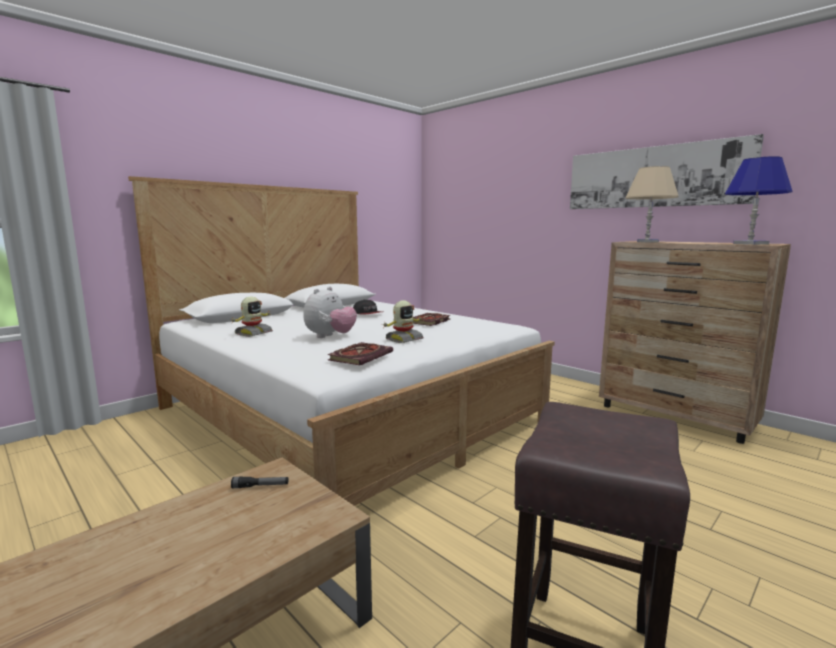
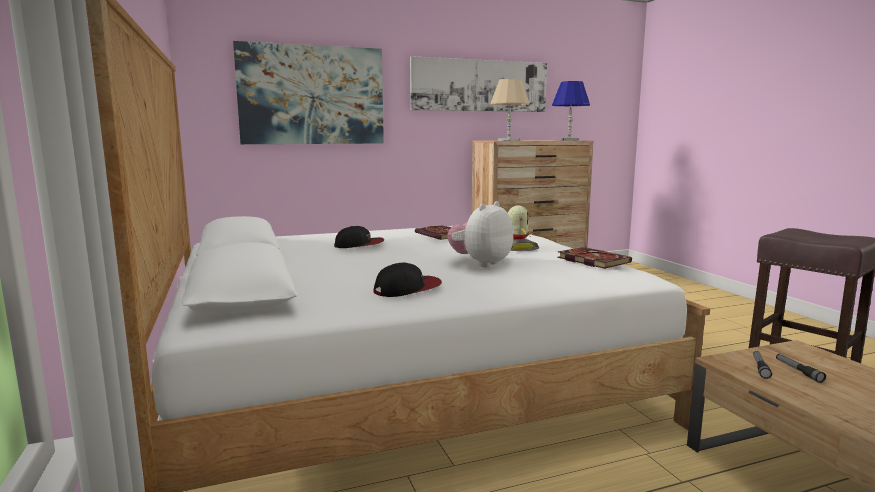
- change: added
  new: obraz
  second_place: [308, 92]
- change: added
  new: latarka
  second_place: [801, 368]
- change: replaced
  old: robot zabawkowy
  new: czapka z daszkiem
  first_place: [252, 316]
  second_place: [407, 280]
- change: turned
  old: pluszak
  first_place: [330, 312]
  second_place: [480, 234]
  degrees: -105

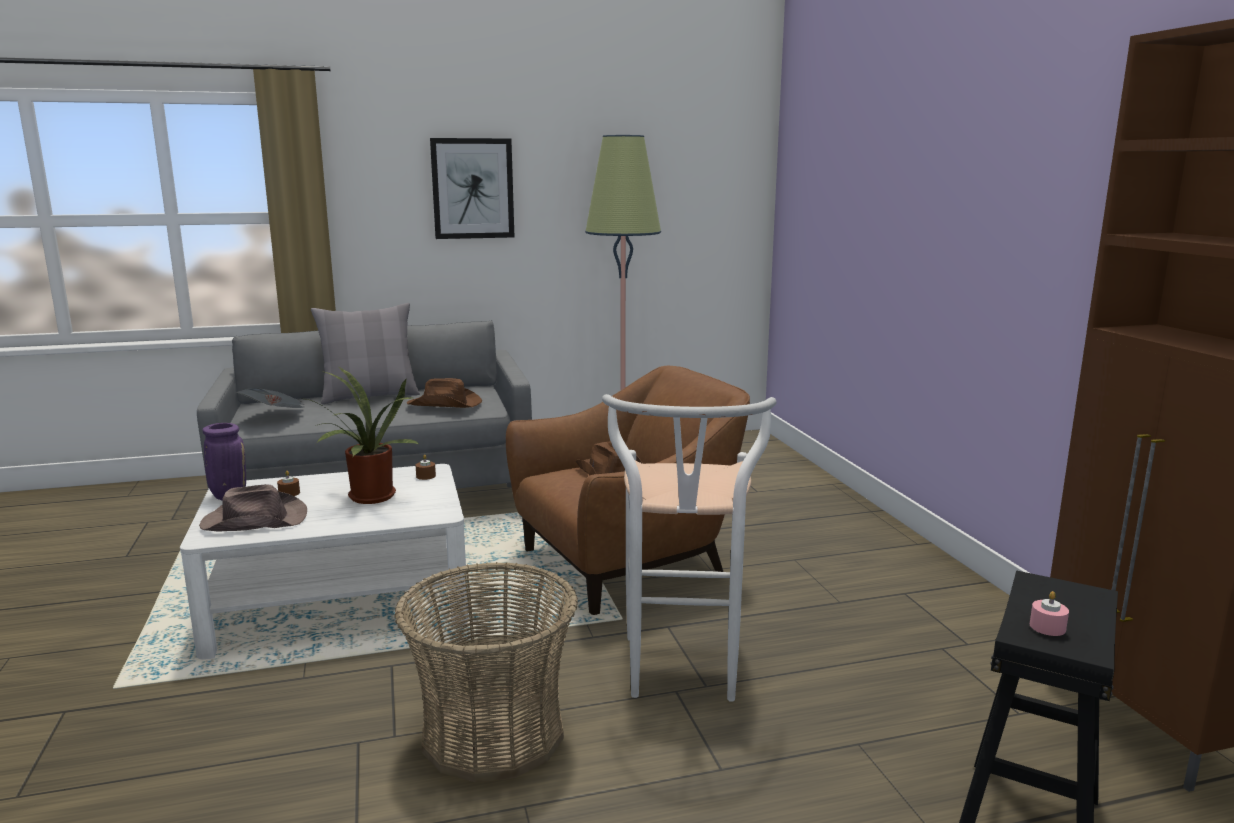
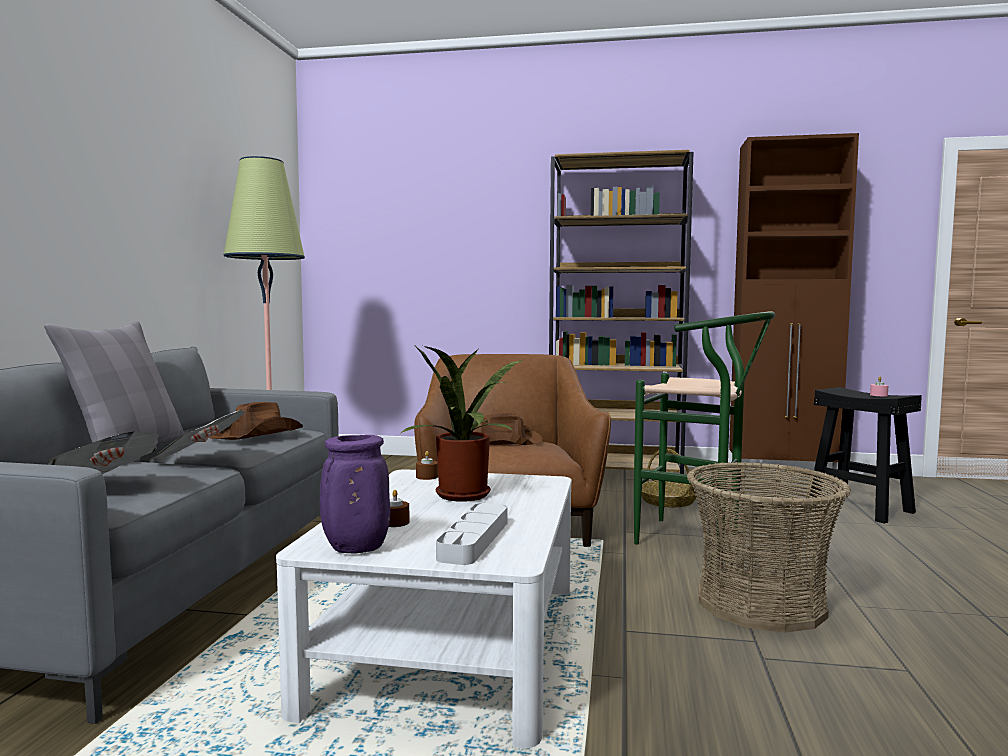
- change: removed
  old: obraz
  first_place: [472, 188]
- change: added
  new: gazeta
  second_place: [198, 434]
- change: added
  new: regał [brązowy]
  second_place: [621, 312]
- change: added
  new: koszyk
  second_place: [669, 478]
- change: replaced
  old: kapelusz [brązowy]
  new: taca [szary]
  first_place: [253, 508]
  second_place: [471, 534]
- change: recoloured
  old: stołek [biały]
  new: stołek [zielony]
  first_place: [689, 548]
  second_place: [704, 433]

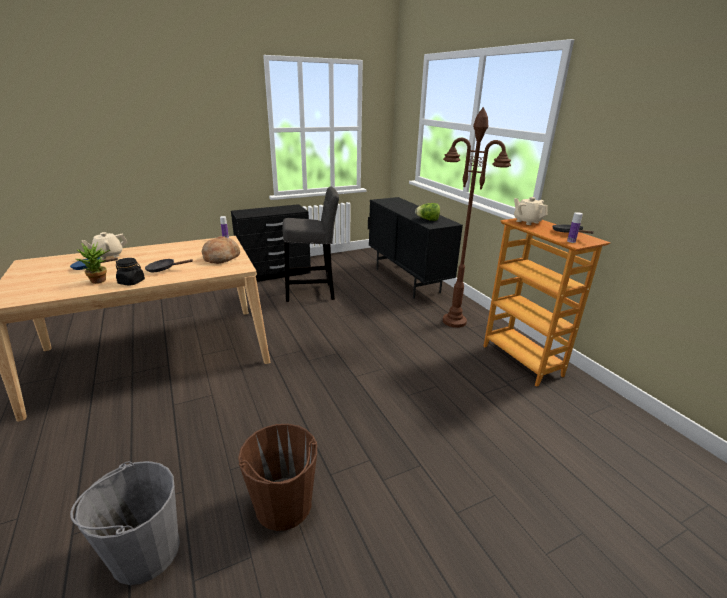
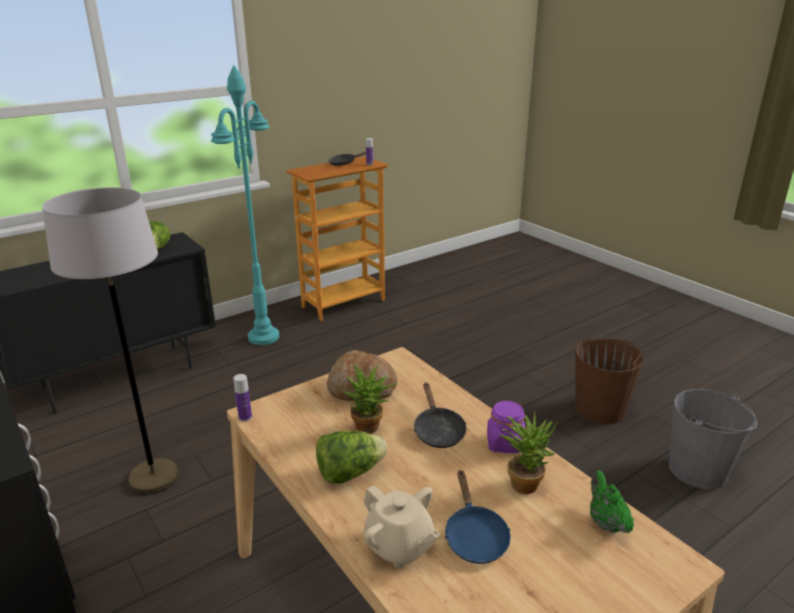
- change: removed
  old: imbryk [beżowy]
  first_place: [531, 211]
- change: added
  new: sałata
  second_place: [351, 457]
- change: added
  new: roślina doniczkowa
  second_place: [369, 398]
- change: added
  new: imbryk [zielony]
  second_place: [612, 501]
- change: replaced
  old: stołek [szary]
  new: lampa stojąca [szary]
  first_place: [310, 244]
  second_place: [110, 341]
- change: recoloured
  old: słoik [czarny]
  new: słoik [fioletowy]
  first_place: [130, 272]
  second_place: [506, 426]
- change: recoloured
  old: lampa stojąca [brązowy]
  new: lampa stojąca [turkusowy]
  first_place: [477, 217]
  second_place: [245, 205]

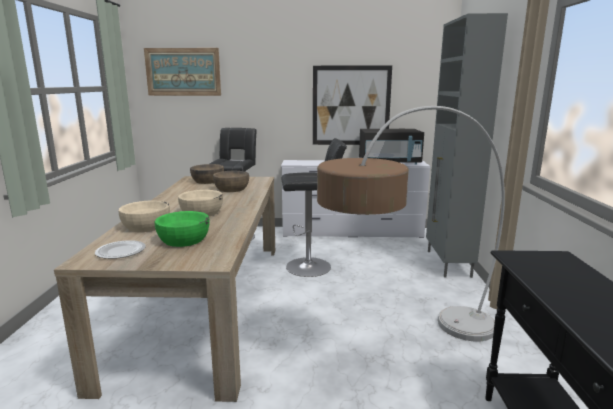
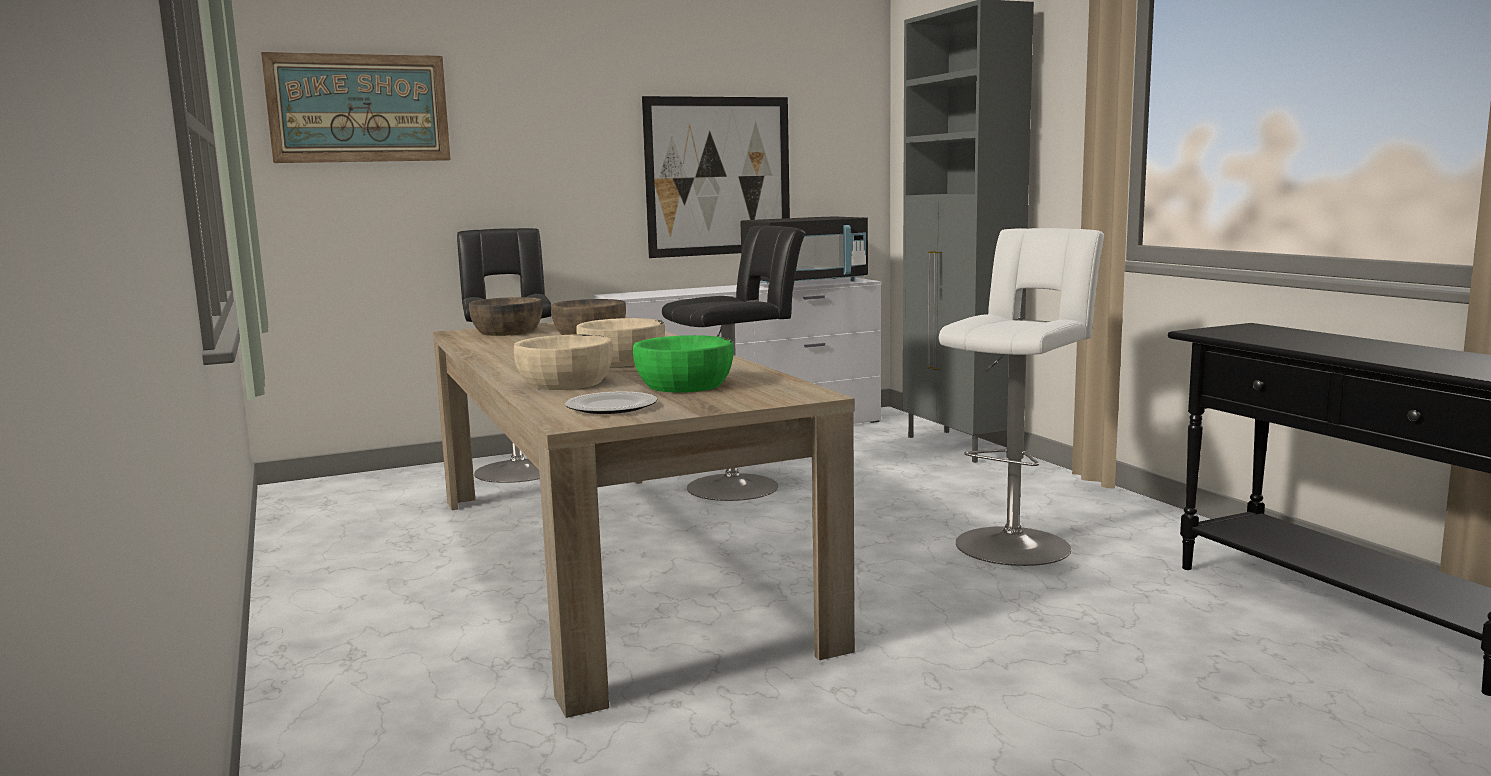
- change: replaced
  old: lampa stojąca
  new: stołek [biały]
  first_place: [411, 223]
  second_place: [1021, 397]

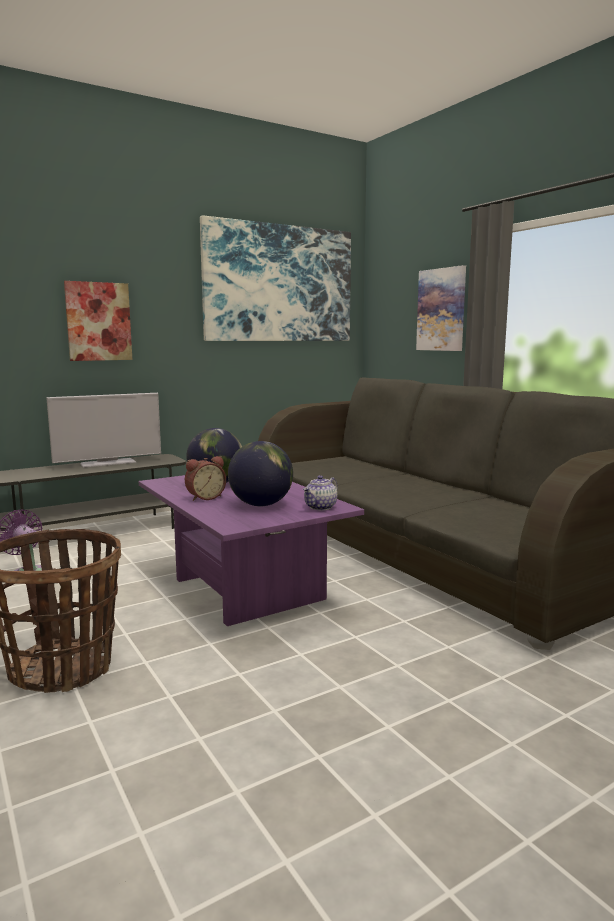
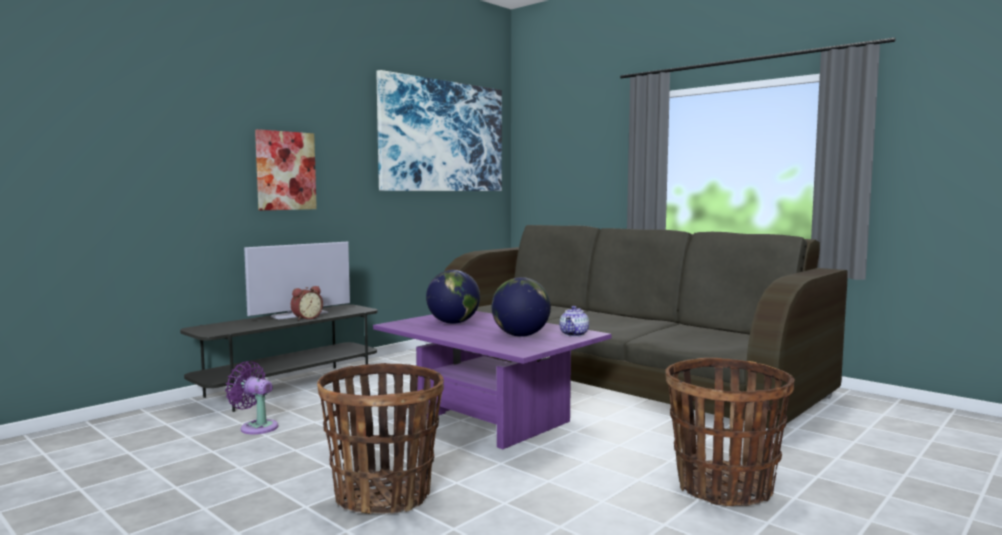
- change: removed
  old: obraz
  first_place: [441, 308]
- change: added
  new: koszyk
  second_place: [730, 432]
- change: moved
  old: budzik
  first_place: [205, 478]
  second_place: [307, 303]

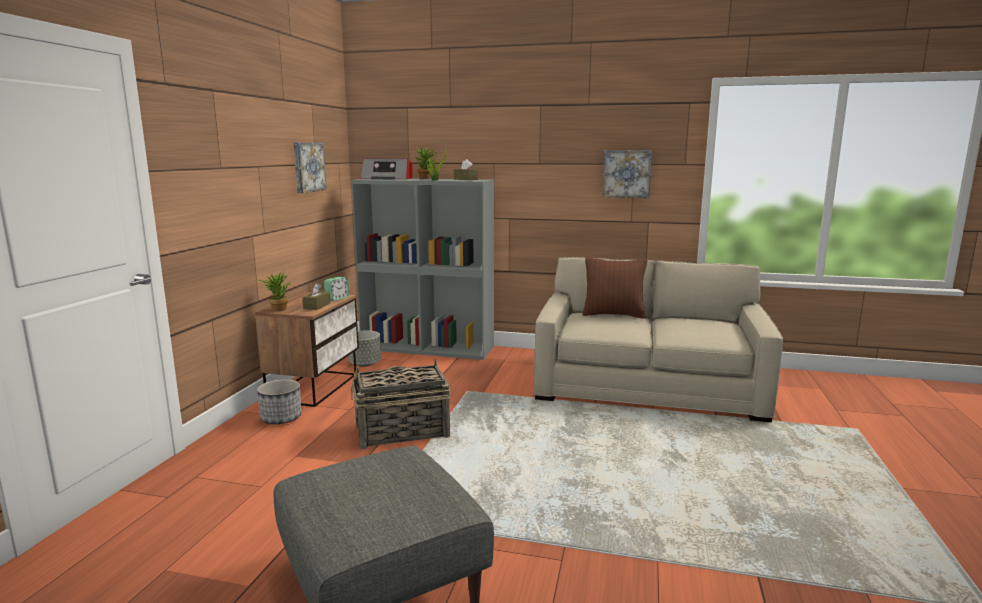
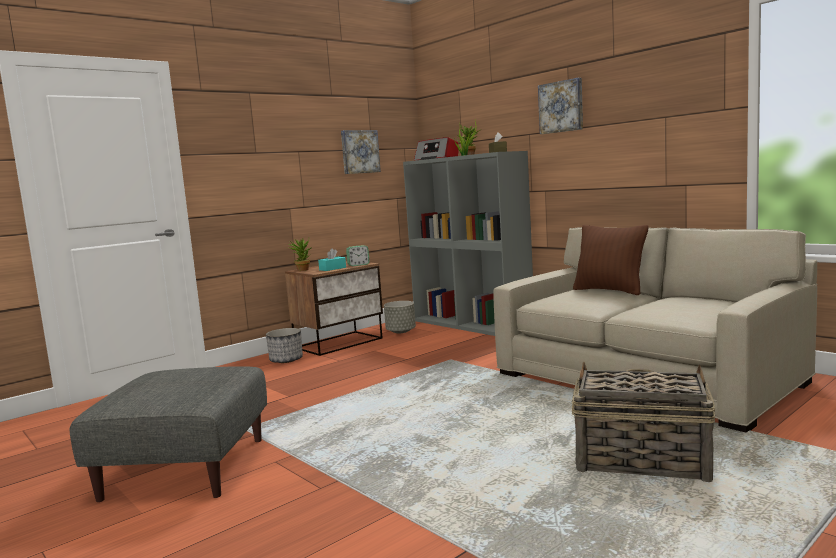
- change: moved
  old: koszyk
  first_place: [401, 404]
  second_place: [643, 422]
- change: moved
  old: obraz
  first_place: [627, 174]
  second_place: [560, 106]
- change: recoloured
  old: pudełko chusteczek [brązowy]
  new: pudełko chusteczek [turkusowy]
  first_place: [316, 296]
  second_place: [332, 259]

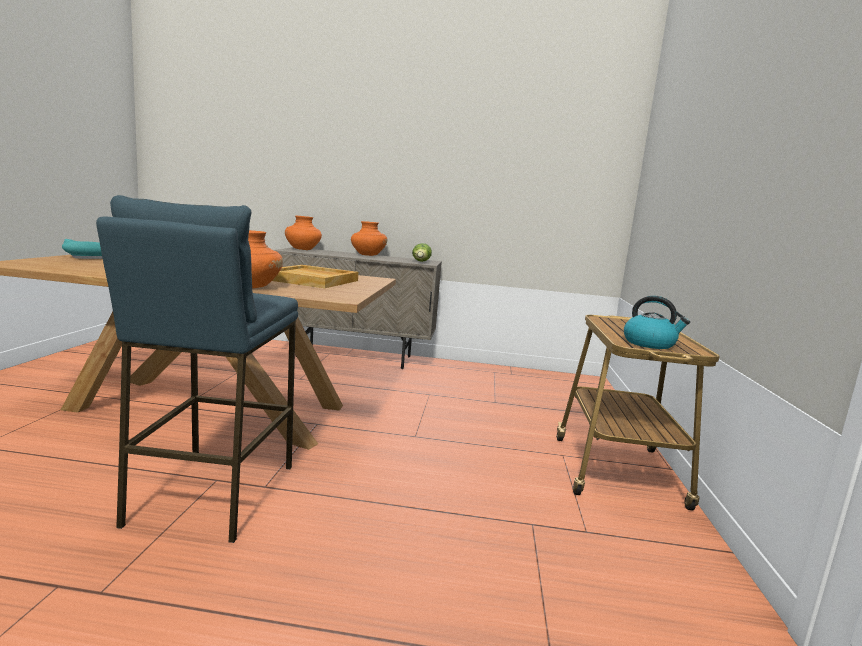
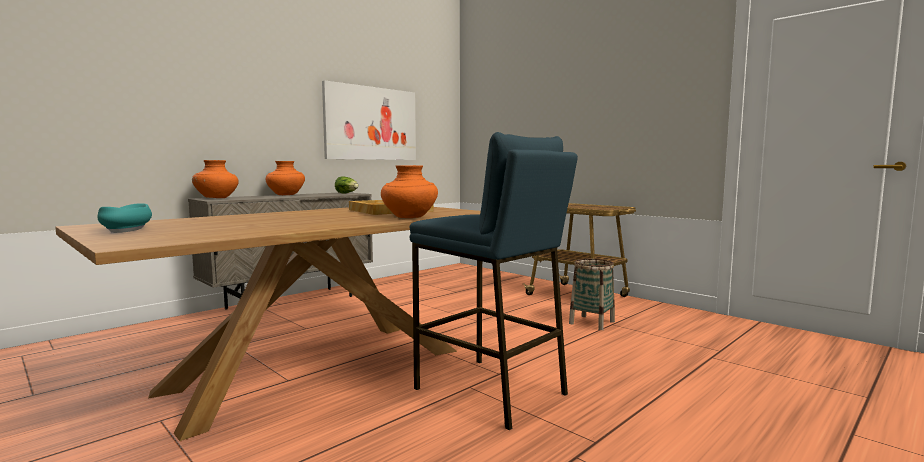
- change: removed
  old: czajnik
  first_place: [657, 322]
- change: added
  new: obraz
  second_place: [369, 120]
- change: added
  new: koszyk
  second_place: [592, 294]

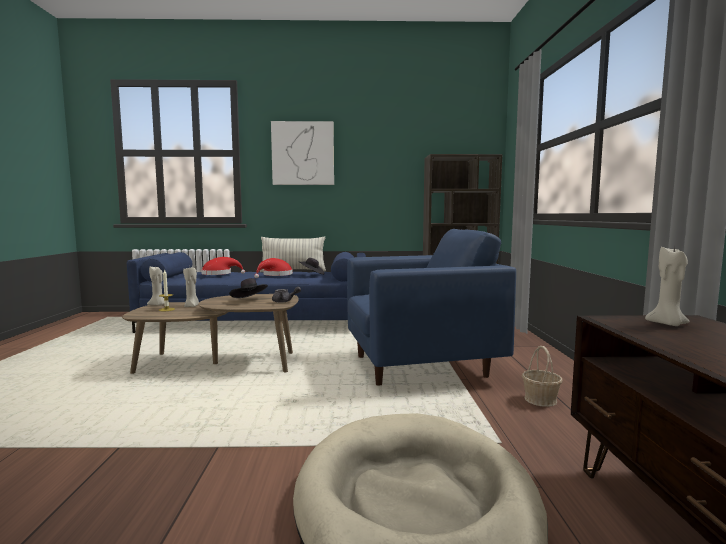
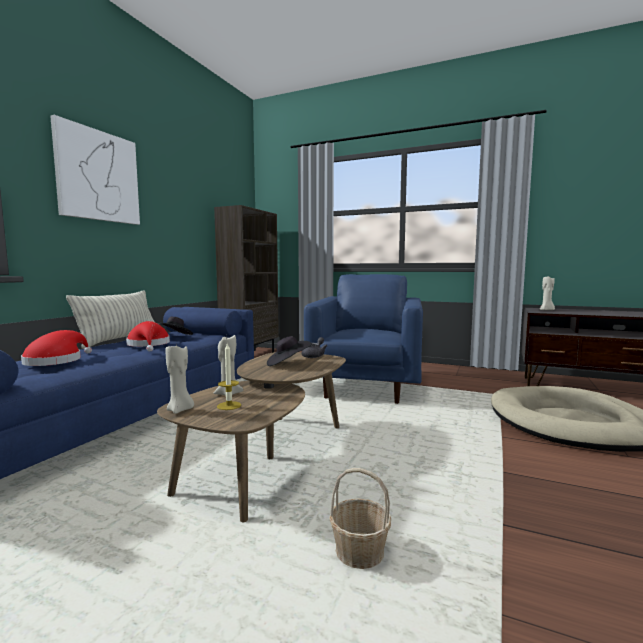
- change: moved
  old: koszyk
  first_place: [542, 376]
  second_place: [360, 518]

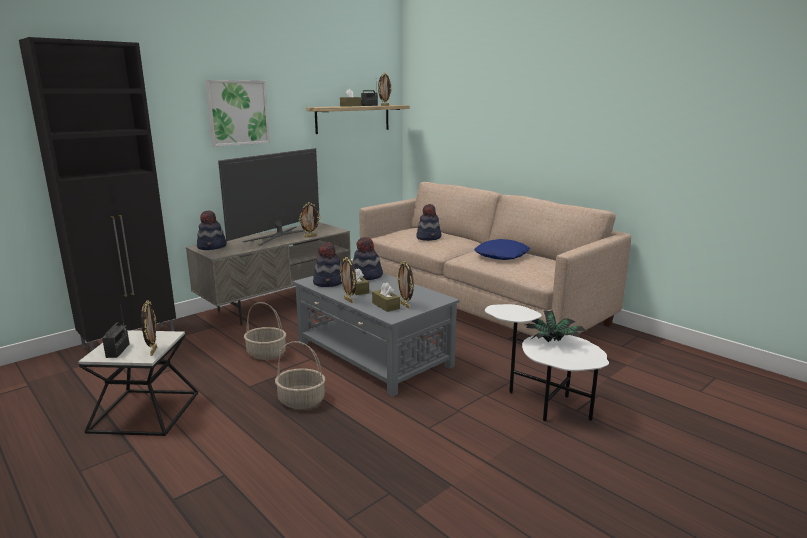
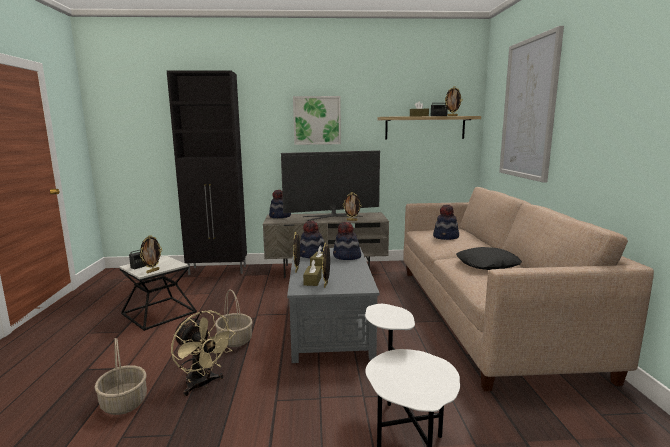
- change: removed
  old: roślina doniczkowa
  first_place: [556, 326]
- change: added
  new: wentylator [beżowy]
  second_place: [203, 353]
- change: added
  new: obraz
  second_place: [531, 104]
- change: moved
  old: koszyk
  first_place: [265, 331]
  second_place: [120, 376]
- change: recoloured
  old: poduszka [niebieski]
  new: poduszka [czarny]
  first_place: [502, 249]
  second_place: [489, 258]

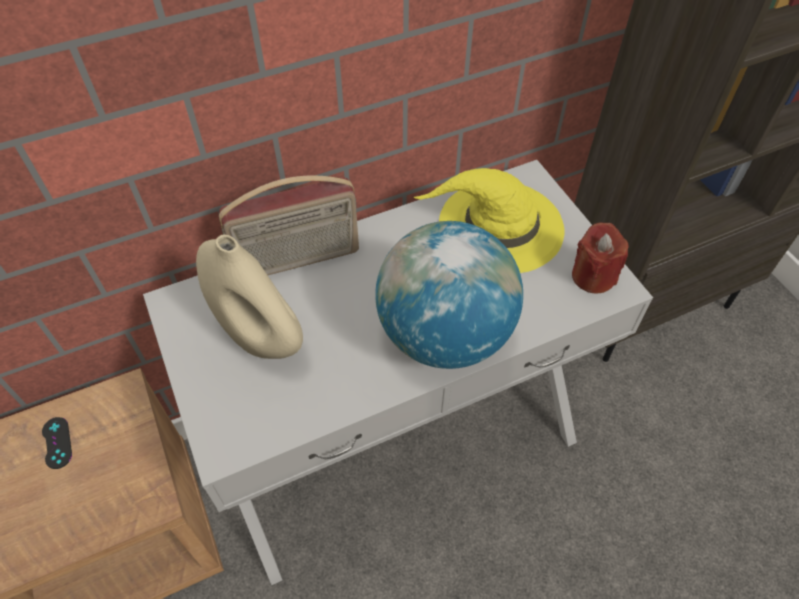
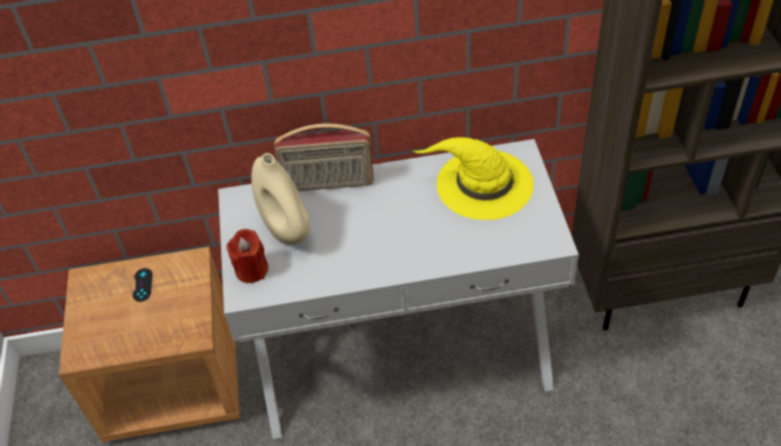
- change: removed
  old: globus
  first_place: [449, 295]
- change: moved
  old: świeca [czerwony]
  first_place: [600, 257]
  second_place: [247, 256]

